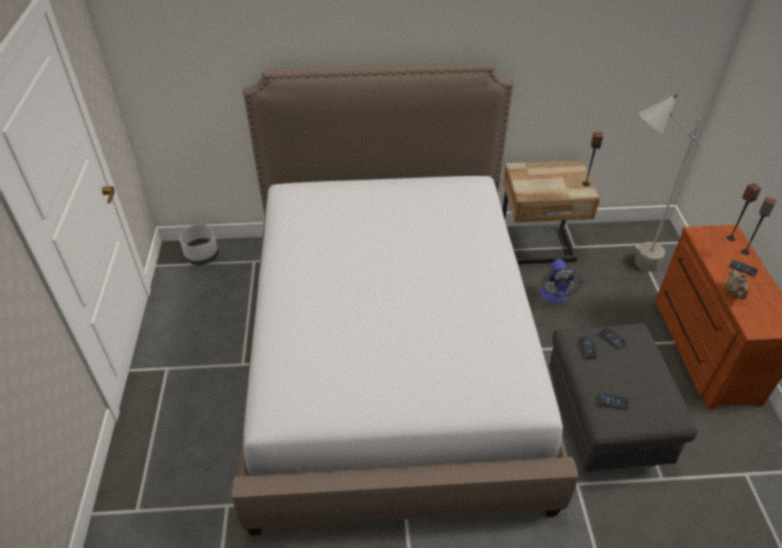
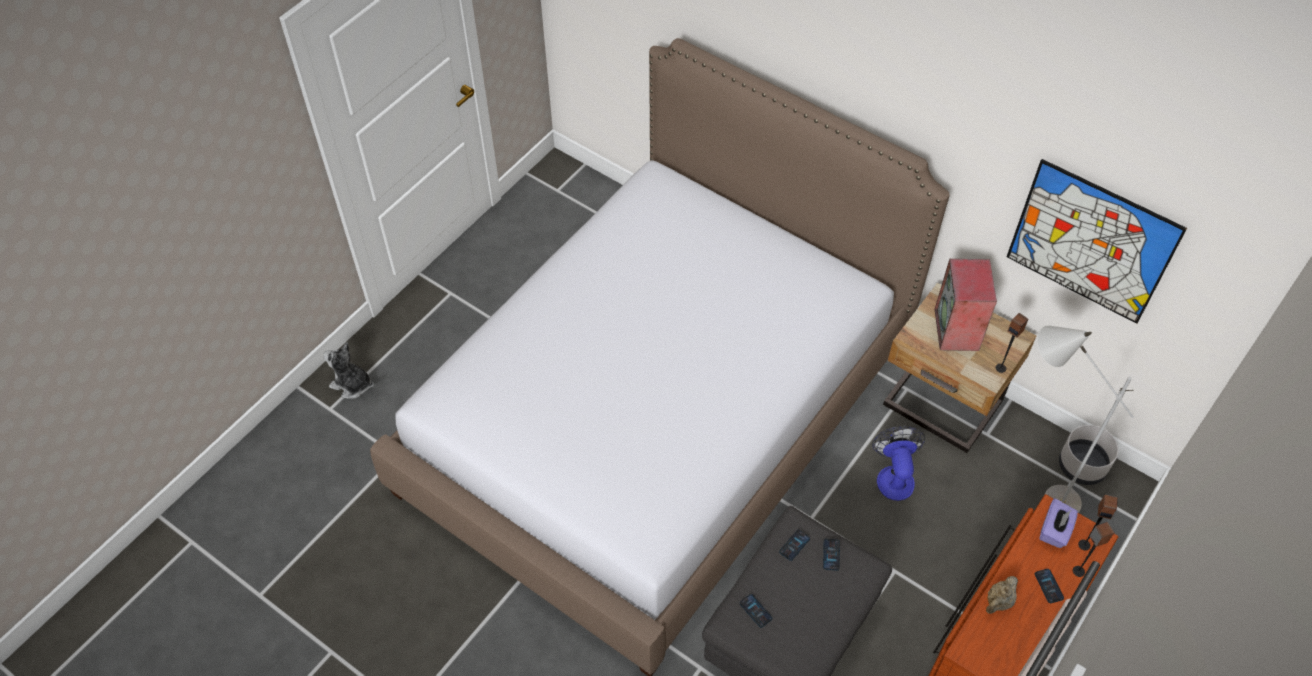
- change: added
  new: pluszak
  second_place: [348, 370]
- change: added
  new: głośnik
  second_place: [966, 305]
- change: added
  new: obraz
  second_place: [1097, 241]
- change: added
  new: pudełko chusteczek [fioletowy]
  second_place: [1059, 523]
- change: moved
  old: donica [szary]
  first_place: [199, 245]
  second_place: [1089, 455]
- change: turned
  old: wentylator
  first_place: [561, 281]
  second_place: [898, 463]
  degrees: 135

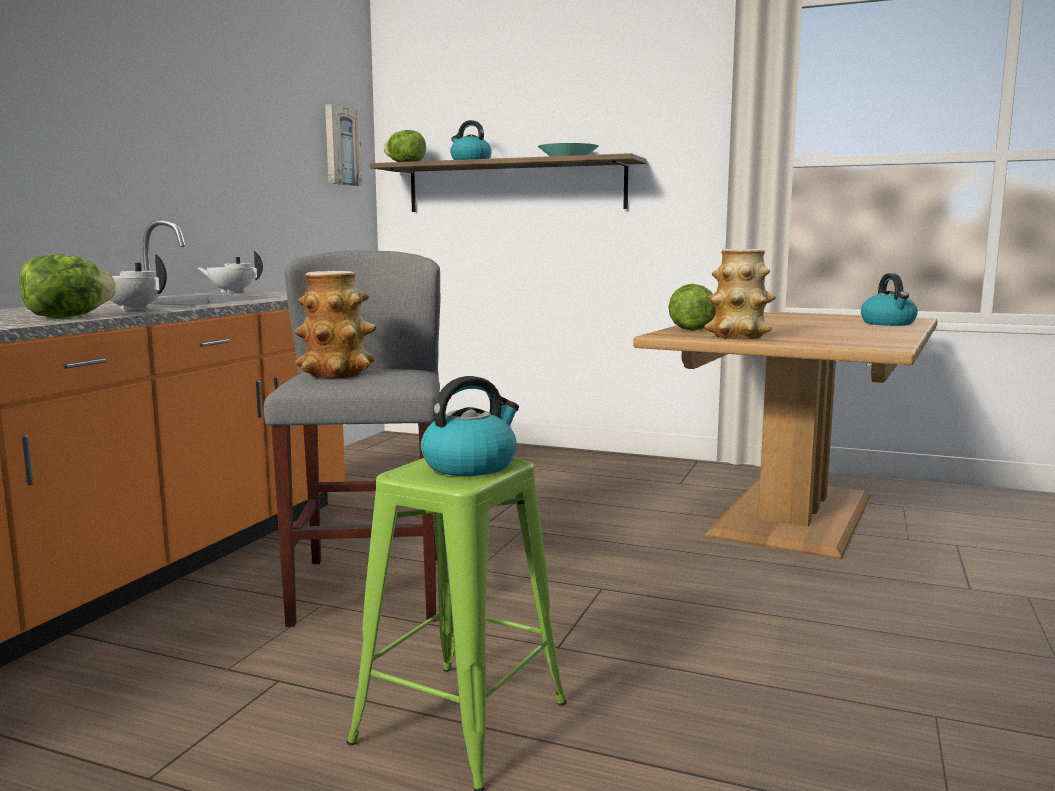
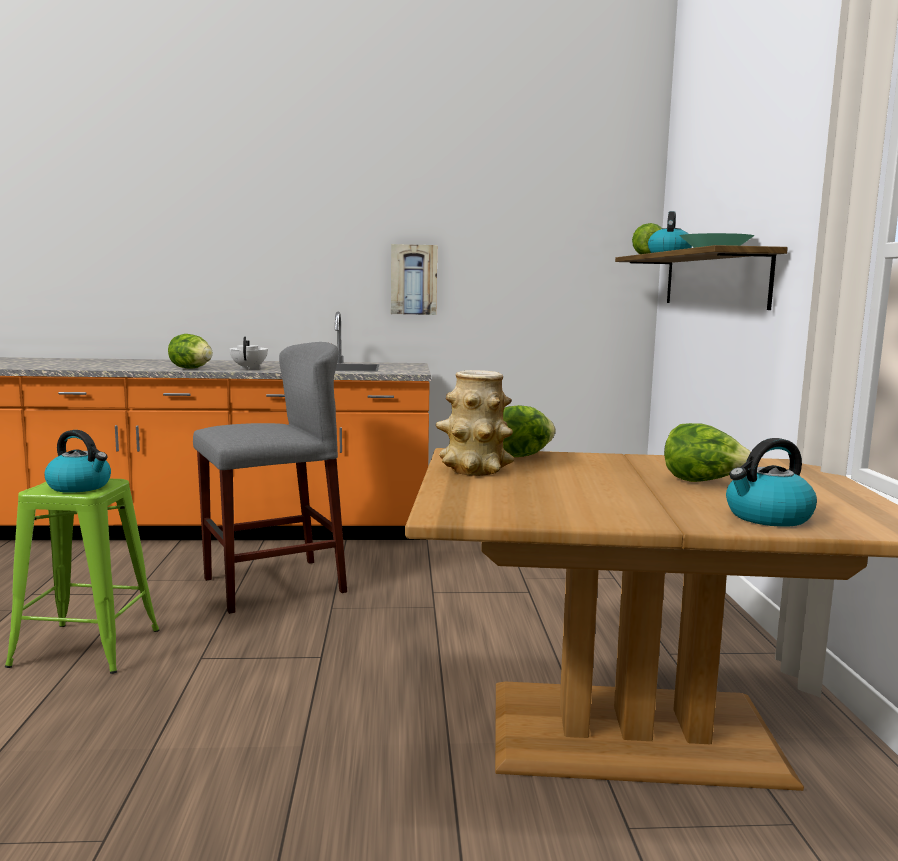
- change: removed
  old: imbryk [biały]
  first_place: [230, 272]
- change: removed
  old: wazon
  first_place: [335, 324]
- change: added
  new: sałata
  second_place: [707, 452]
- change: moved
  old: obraz
  first_place: [343, 145]
  second_place: [414, 279]

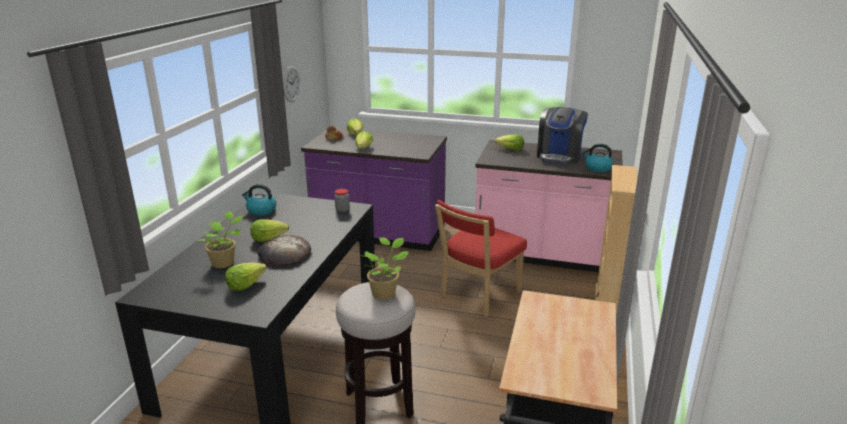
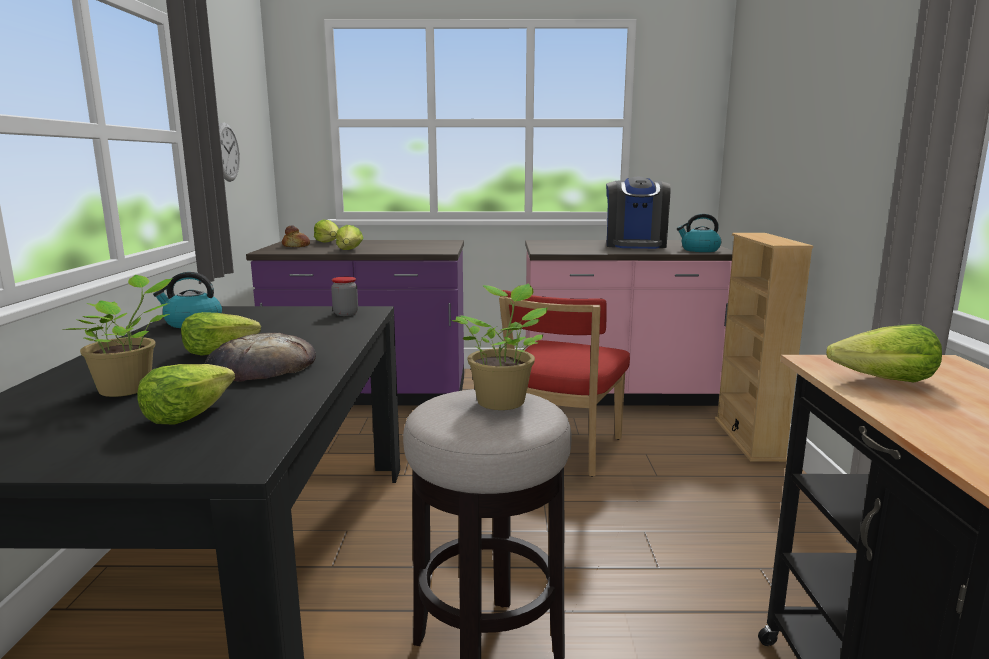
- change: moved
  old: sałata
  first_place: [509, 142]
  second_place: [884, 353]

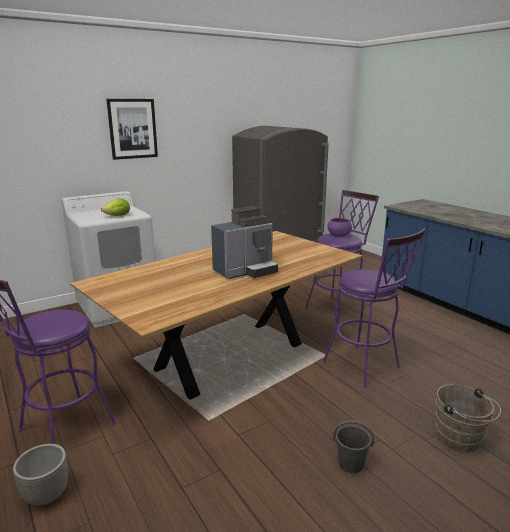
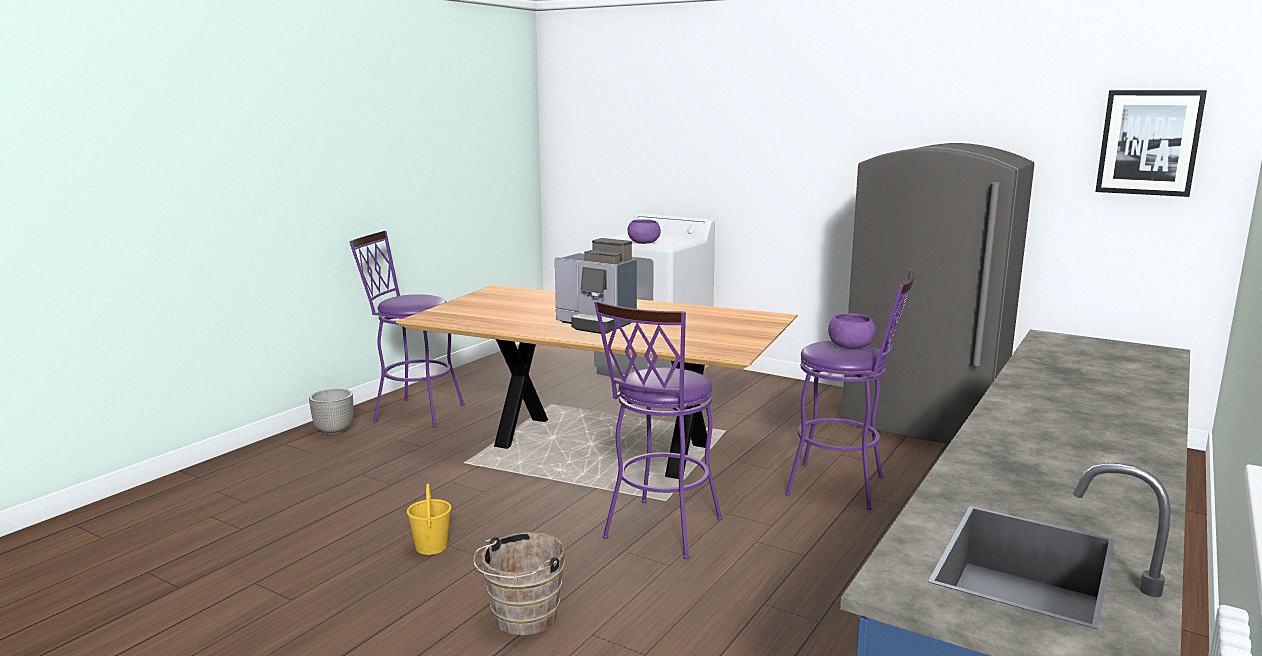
- change: moved
  old: obraz
  first_place: [132, 129]
  second_place: [1151, 143]
- change: replaced
  old: sałata
  new: miska [fioletowy]
  first_place: [115, 207]
  second_place: [644, 231]
- change: recoloured
  old: wiadro [szary]
  new: wiadro [żółty]
  first_place: [353, 446]
  second_place: [429, 519]

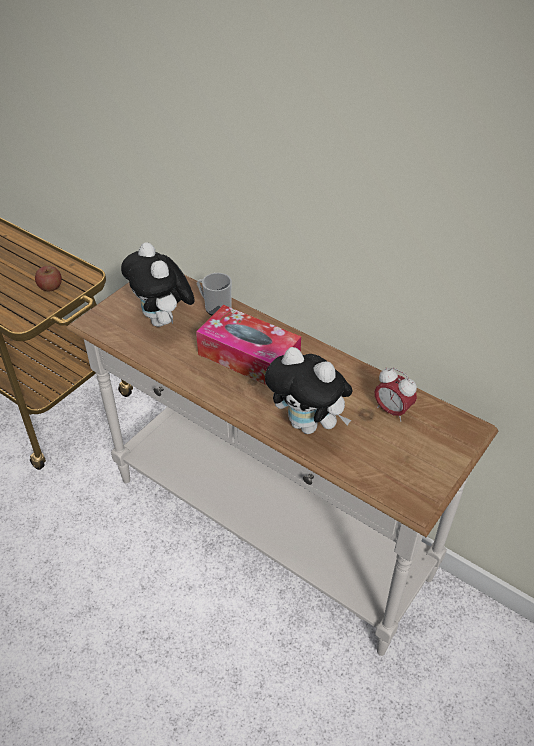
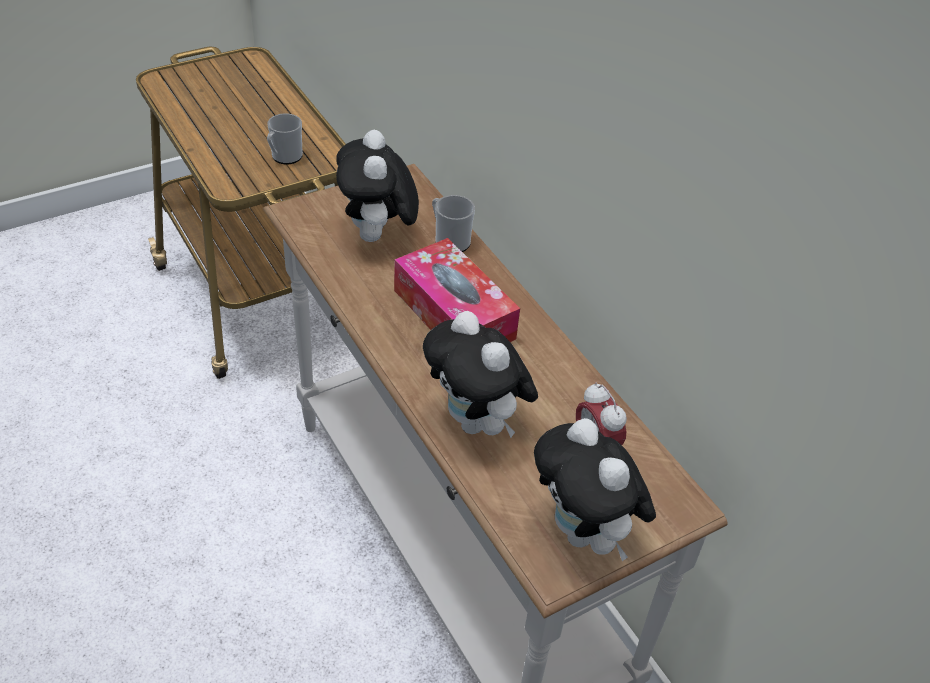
- change: added
  new: pluszak
  second_place: [595, 489]
- change: replaced
  old: jabłko
  new: kubek
  first_place: [48, 278]
  second_place: [285, 139]

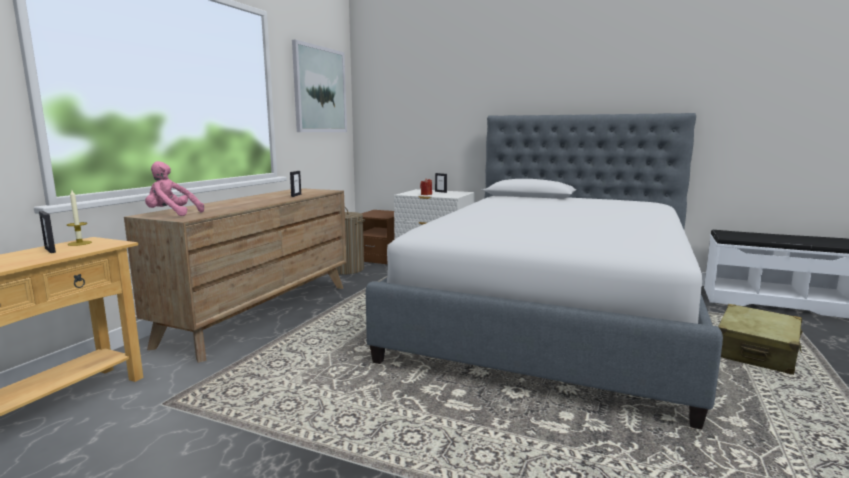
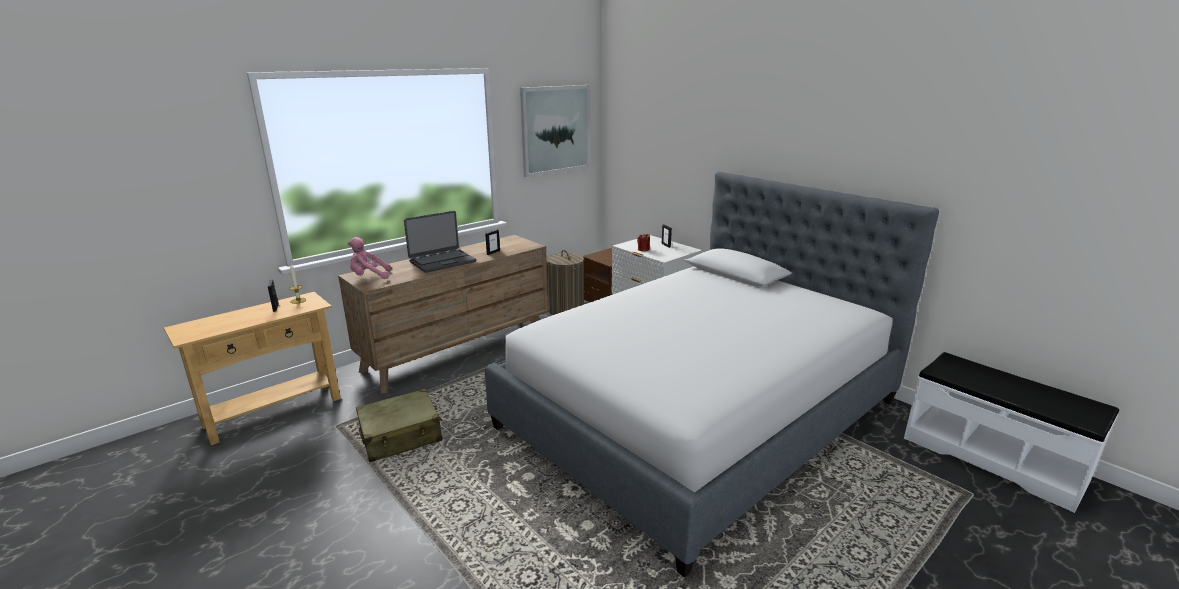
- change: added
  new: laptop
  second_place: [440, 242]
- change: moved
  old: walizka [beżowy]
  first_place: [760, 339]
  second_place: [399, 425]
- change: turned
  old: pluszak [różowy]
  first_place: [174, 188]
  second_place: [369, 258]
  degrees: -45

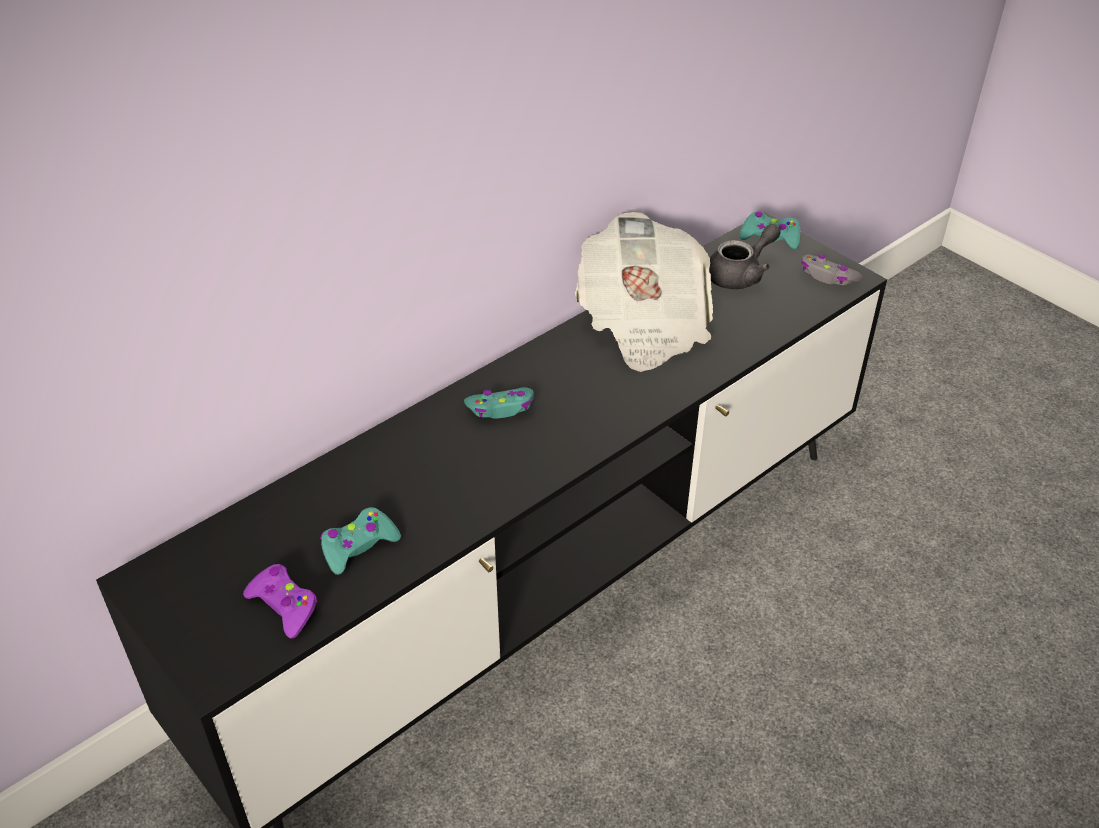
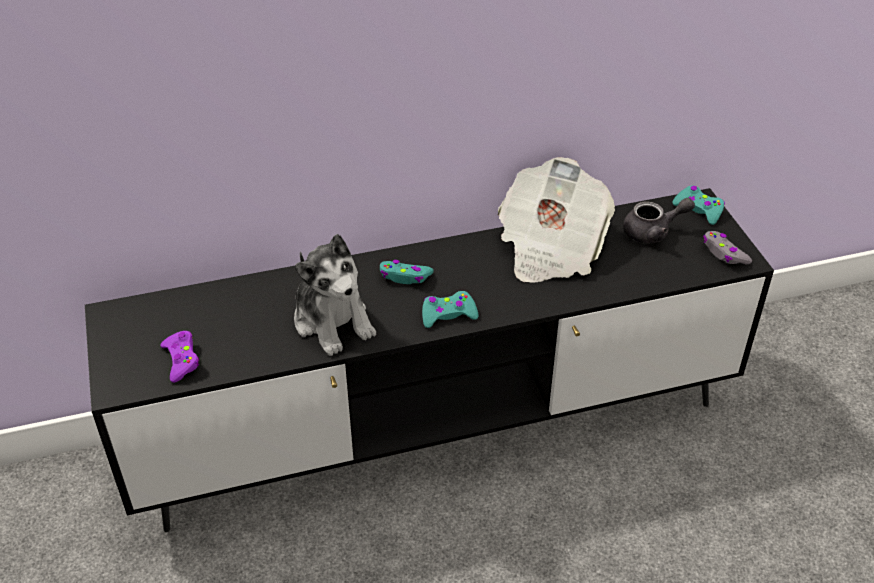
- change: added
  new: pluszak
  second_place: [335, 295]
- change: moved
  old: pad do gier [turkusowy]
  first_place: [360, 541]
  second_place: [450, 309]

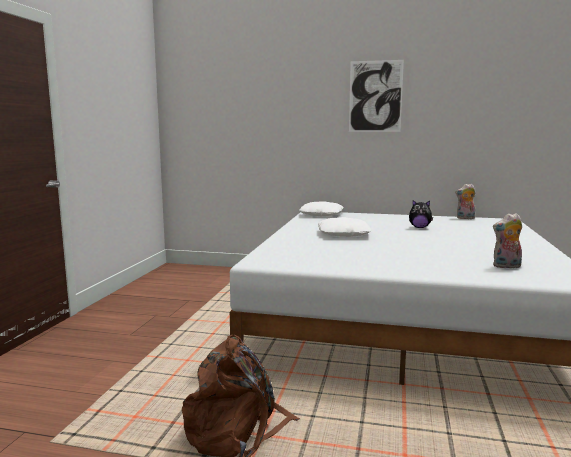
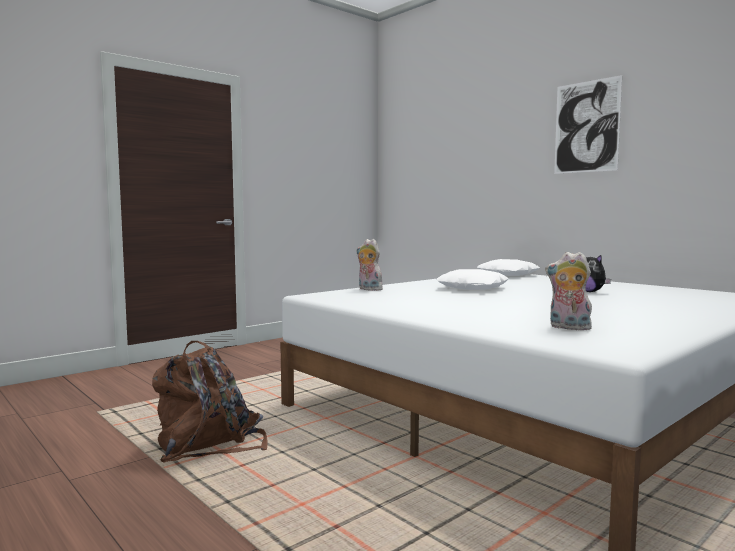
- change: moved
  old: pluszak
  first_place: [465, 202]
  second_place: [370, 265]

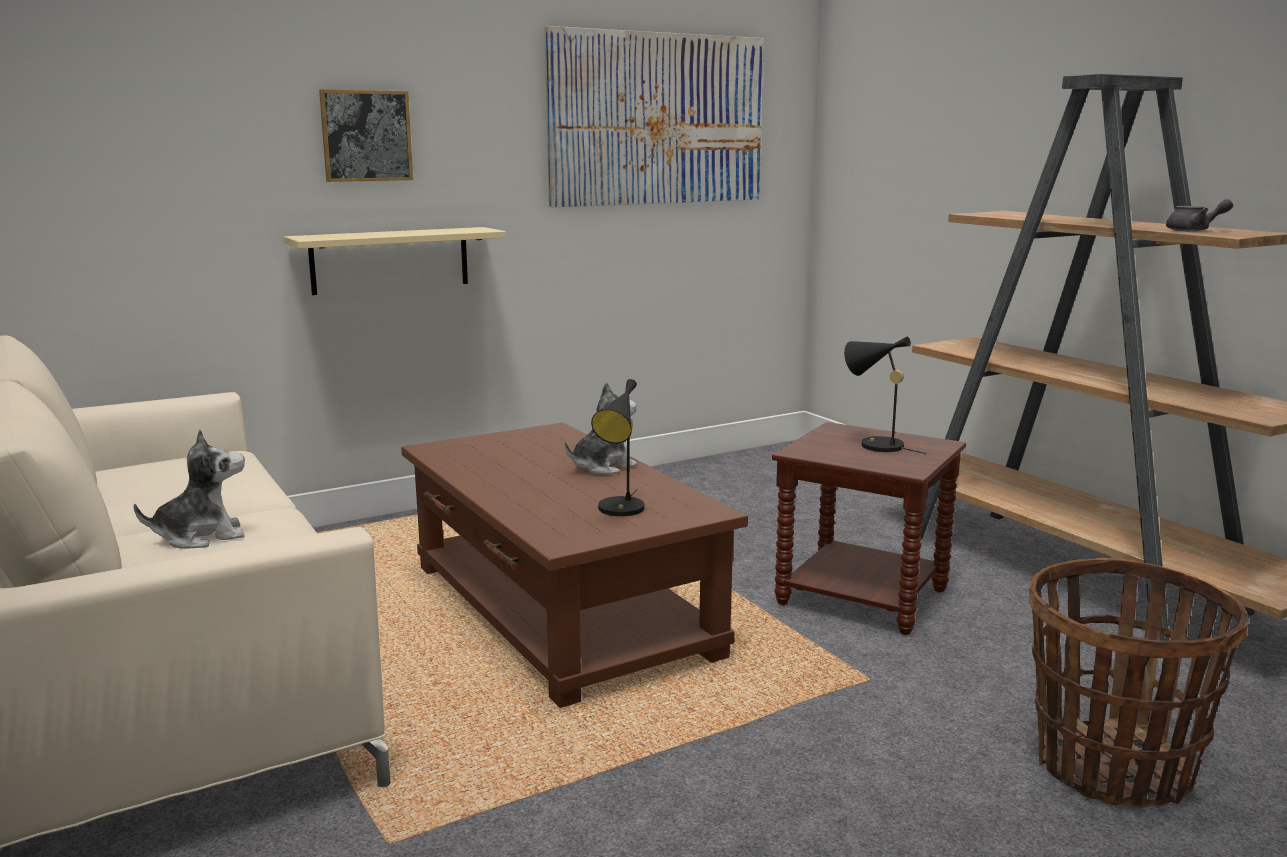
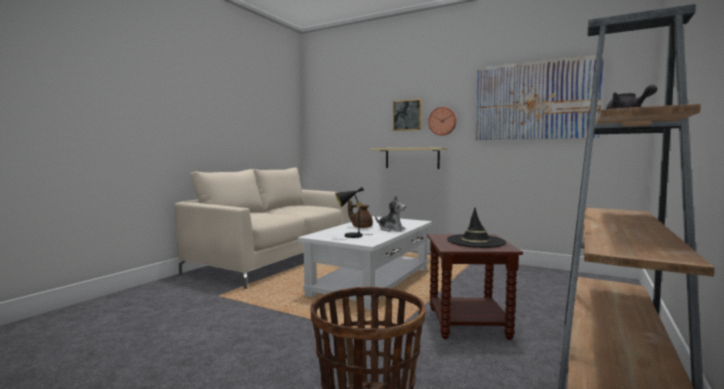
- change: removed
  old: pluszak
  first_place: [189, 489]
- change: added
  new: imbryk [brązowy]
  second_place: [360, 214]
- change: added
  new: zegar ścienny
  second_place: [442, 121]
- change: replaced
  old: lampa stołowa [czarny]
  new: kapelusz [czarny]
  first_place: [885, 395]
  second_place: [476, 228]
- change: recoloured
  old: ława [brązowy]
  new: ława [biały]
  first_place: [574, 565]
  second_place: [365, 263]

